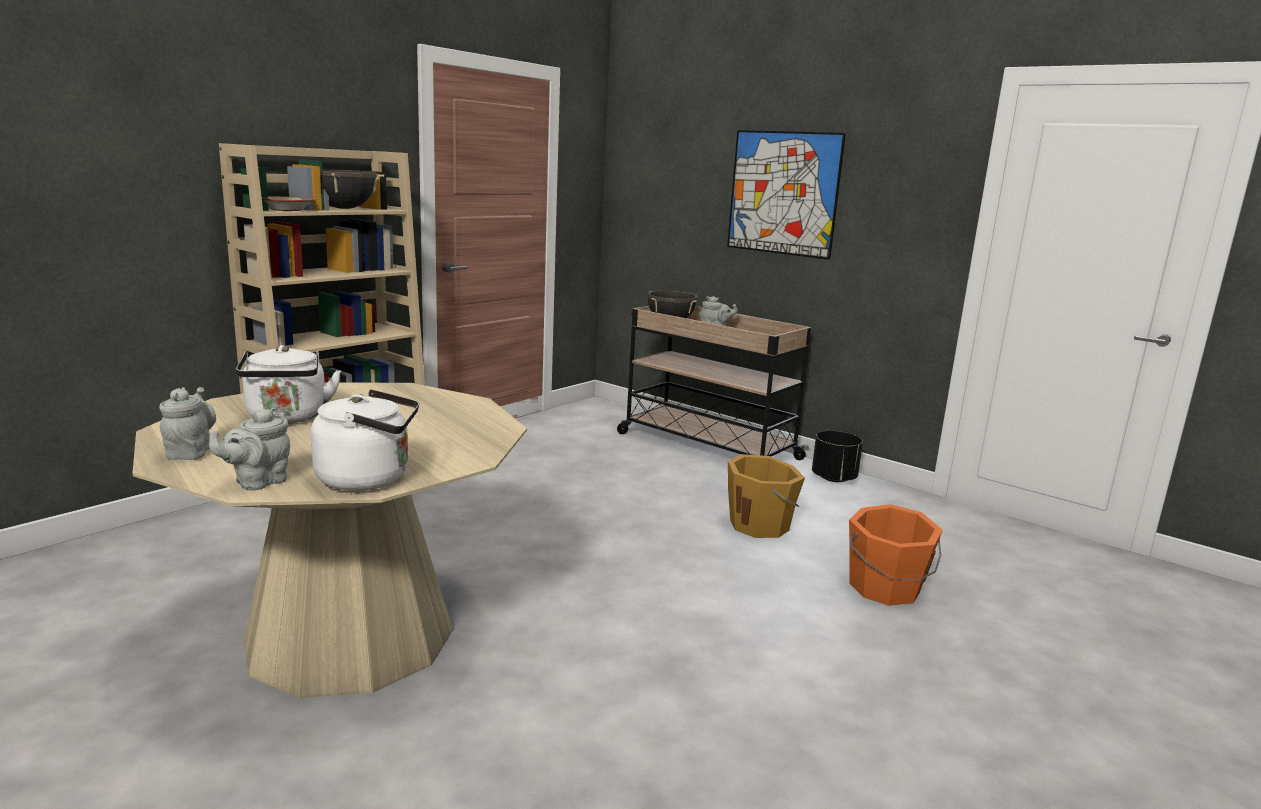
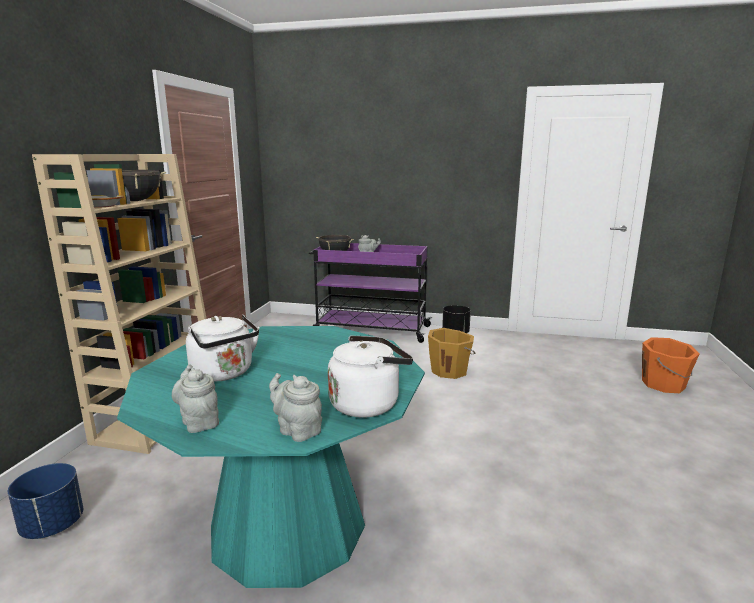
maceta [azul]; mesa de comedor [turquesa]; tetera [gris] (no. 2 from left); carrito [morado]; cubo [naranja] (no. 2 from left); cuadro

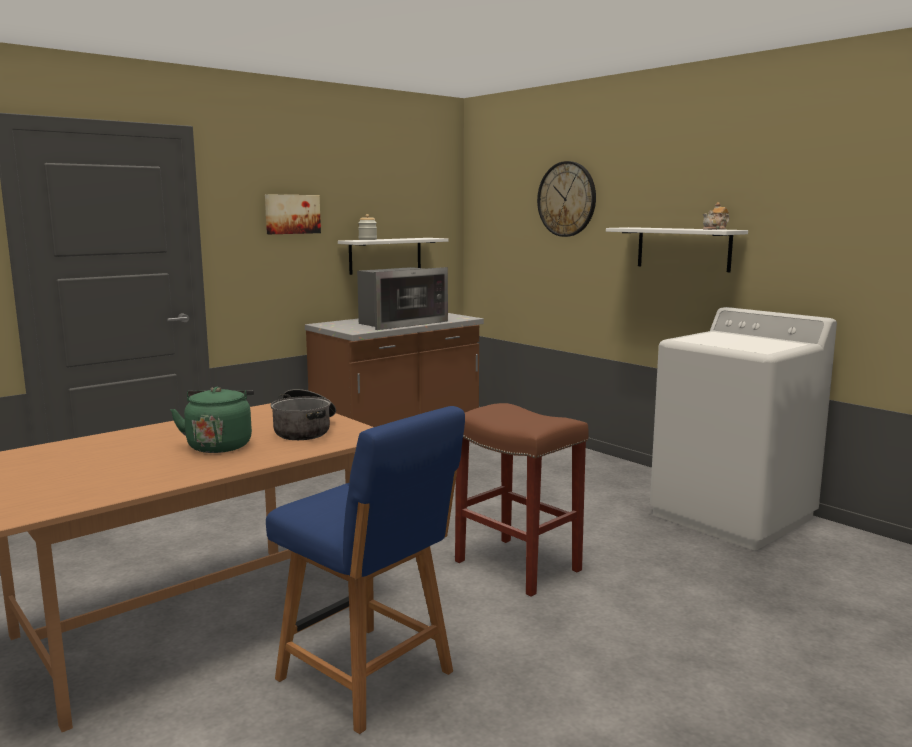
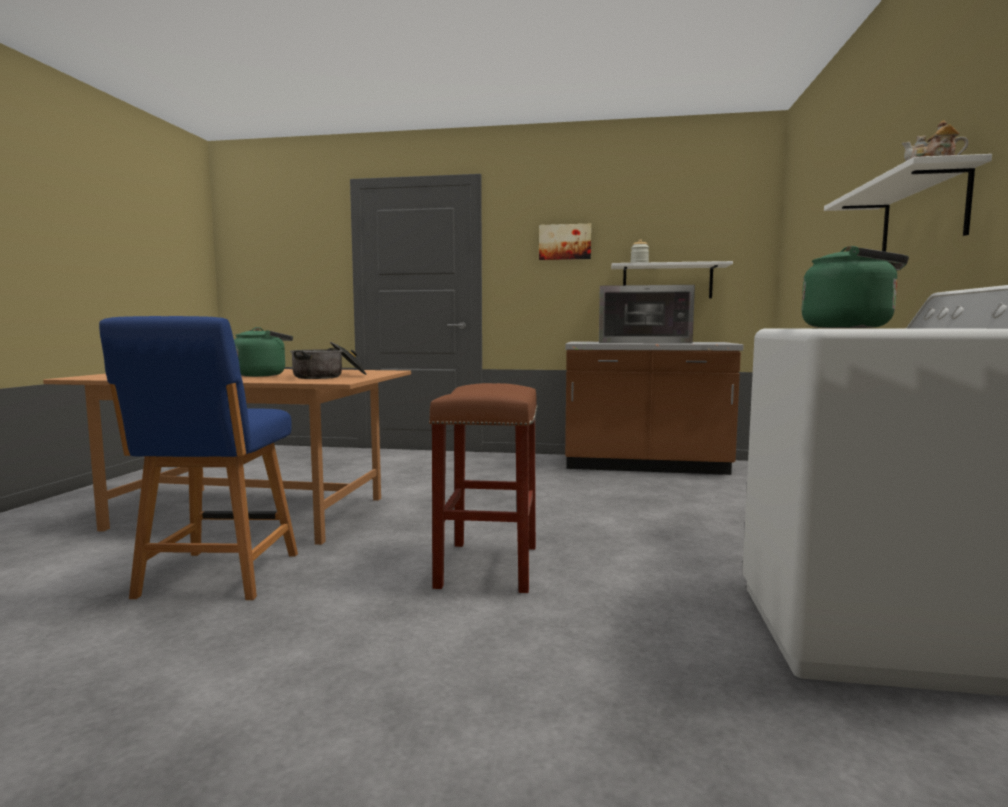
hervidor [verde] (no. 2 from left); reloj de pared

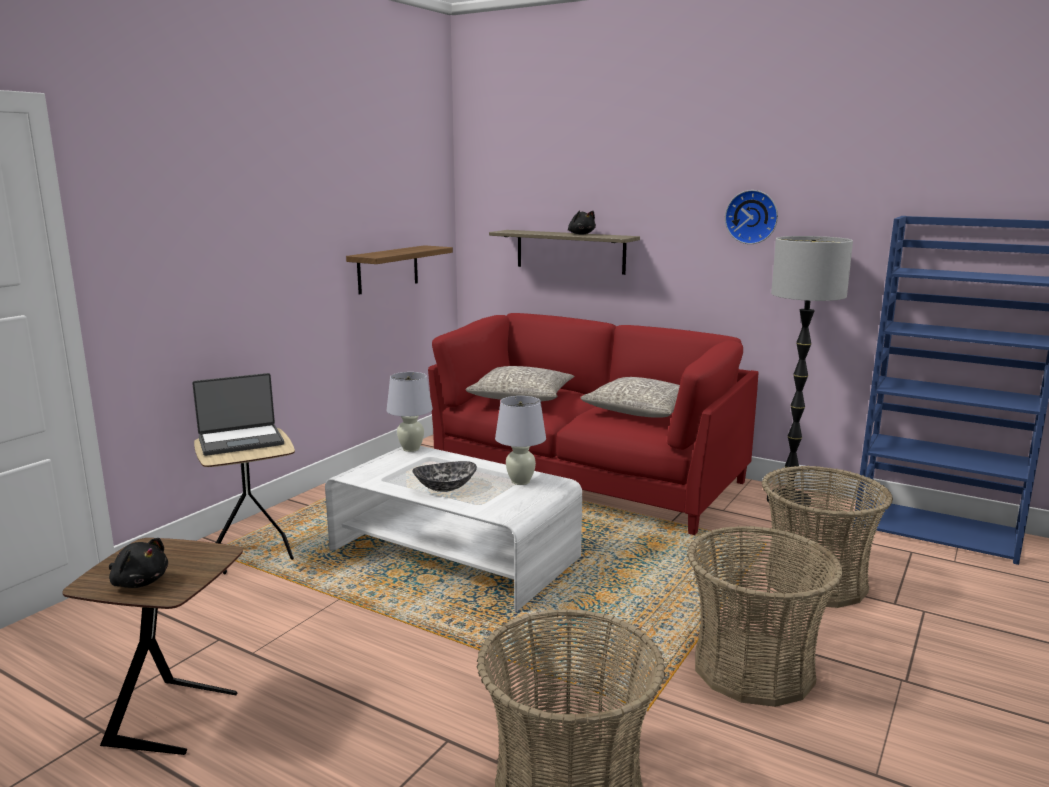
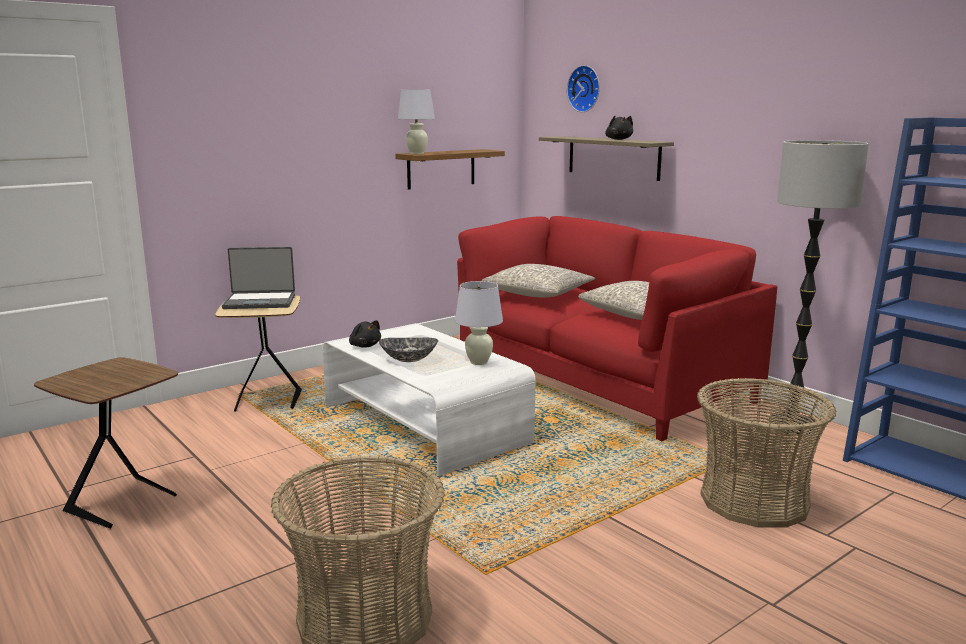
peluche [negro] (no. 1 from left); lámpara de mesa [blanco] (no. 1 from left); reloj de pared; cesta (no. 2 from left in the first image)

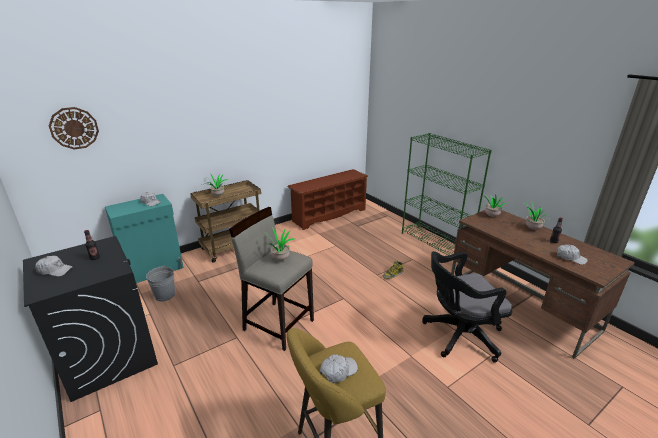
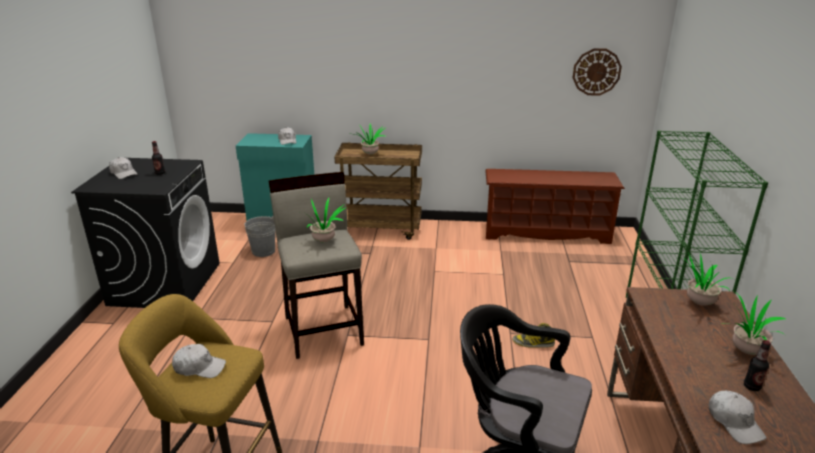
reloj de pared

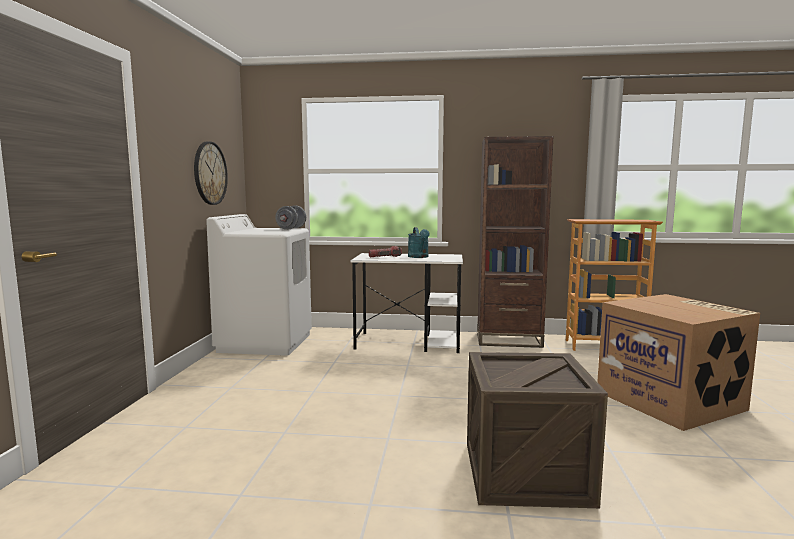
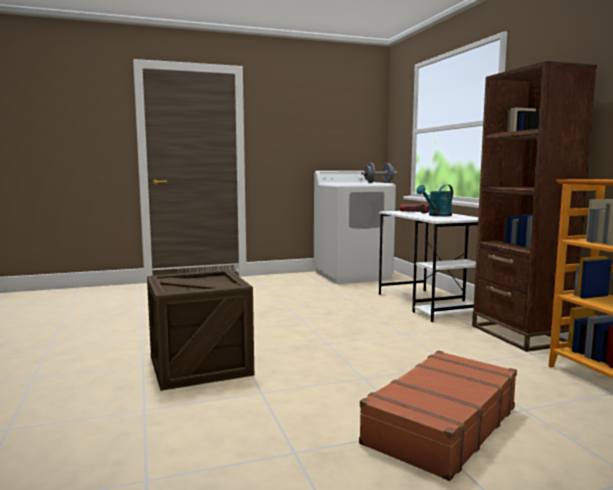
maleta [marrón]; reloj de pared

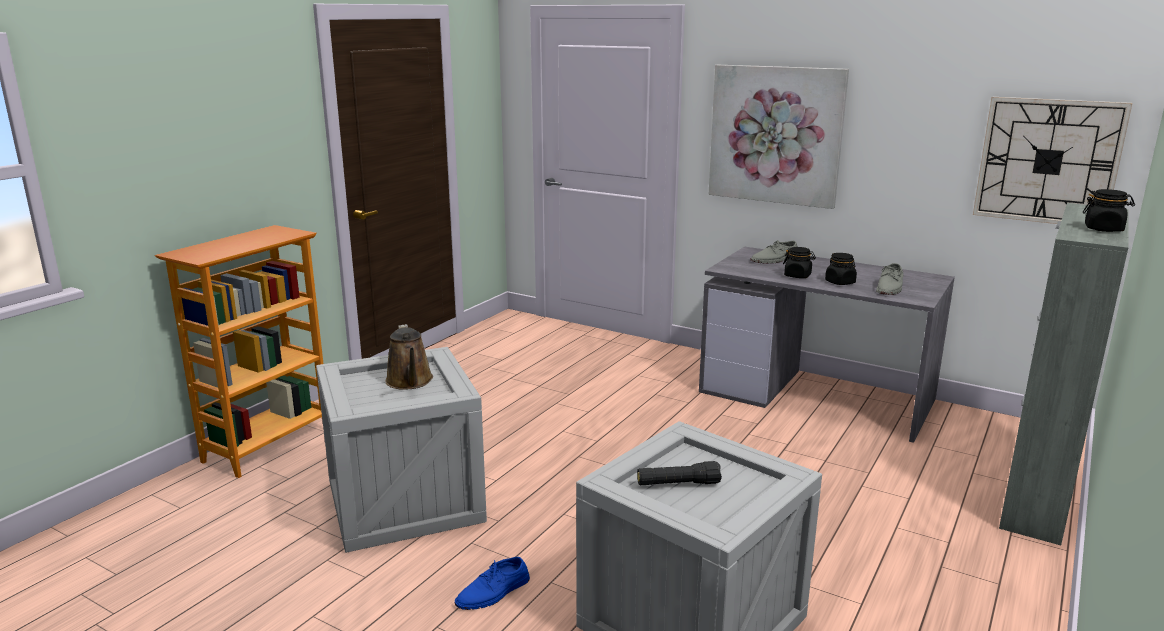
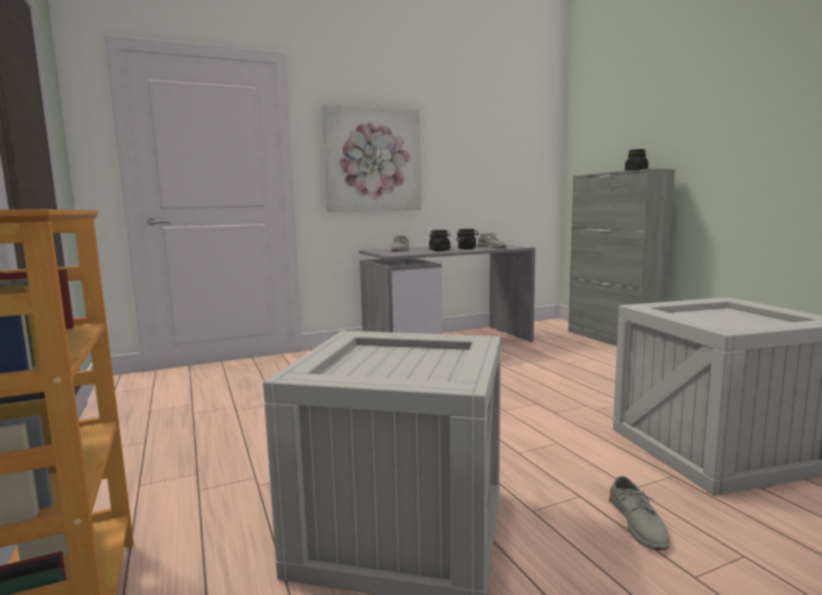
zapato [gris] (no. 3 from left); regadera [marrón]; linterna [negro]; reloj de pared

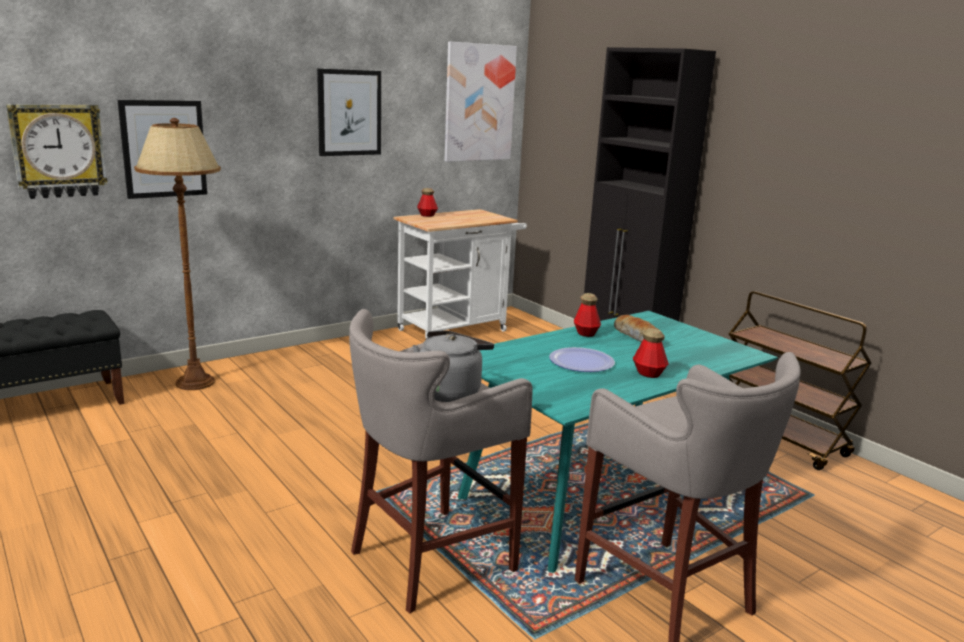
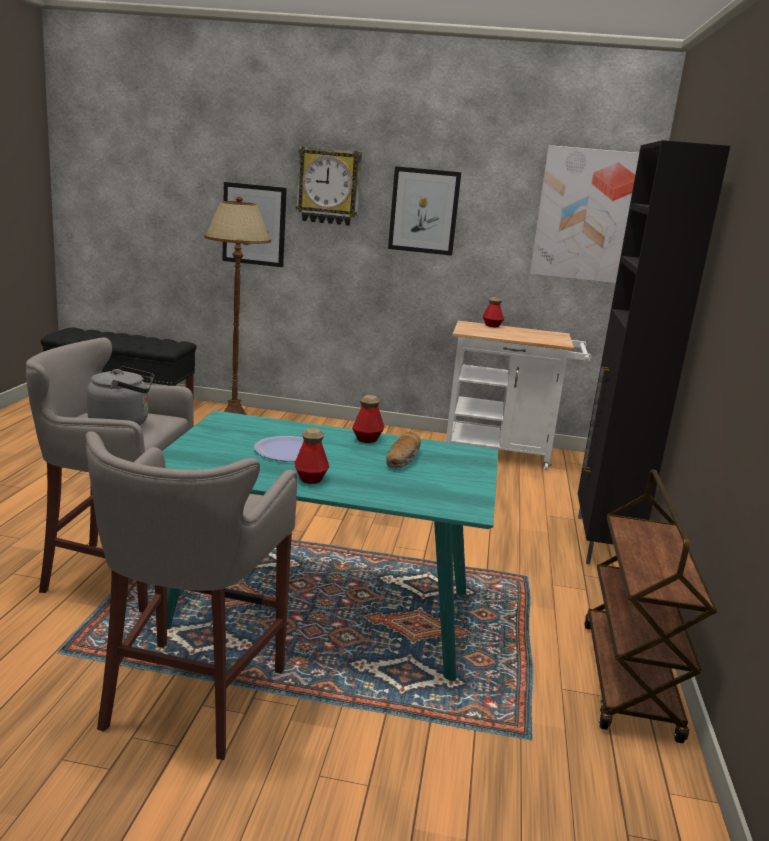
reloj de pared

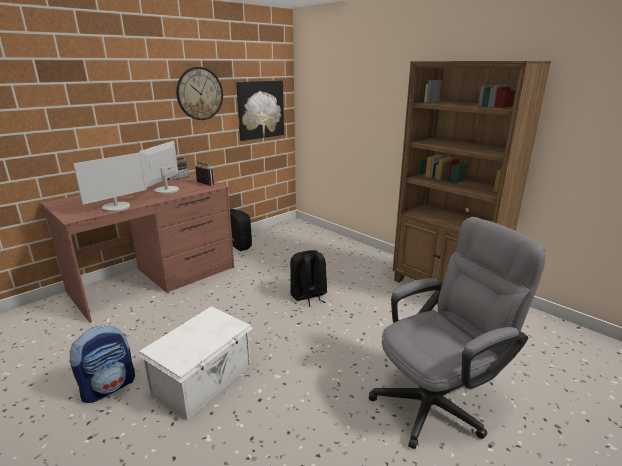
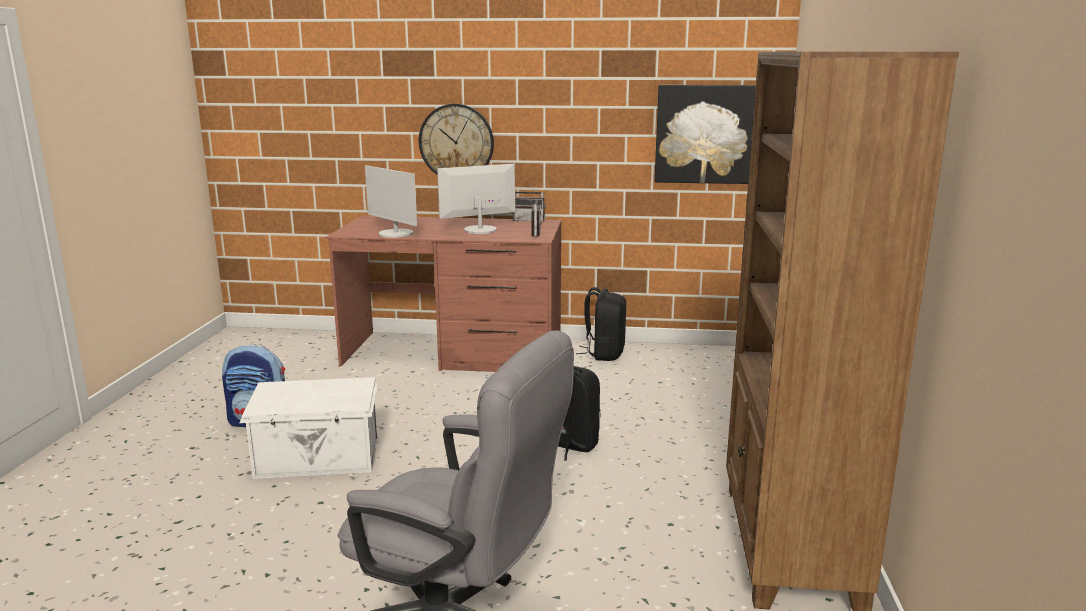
monitor (no. 1 from left); reloj de pared

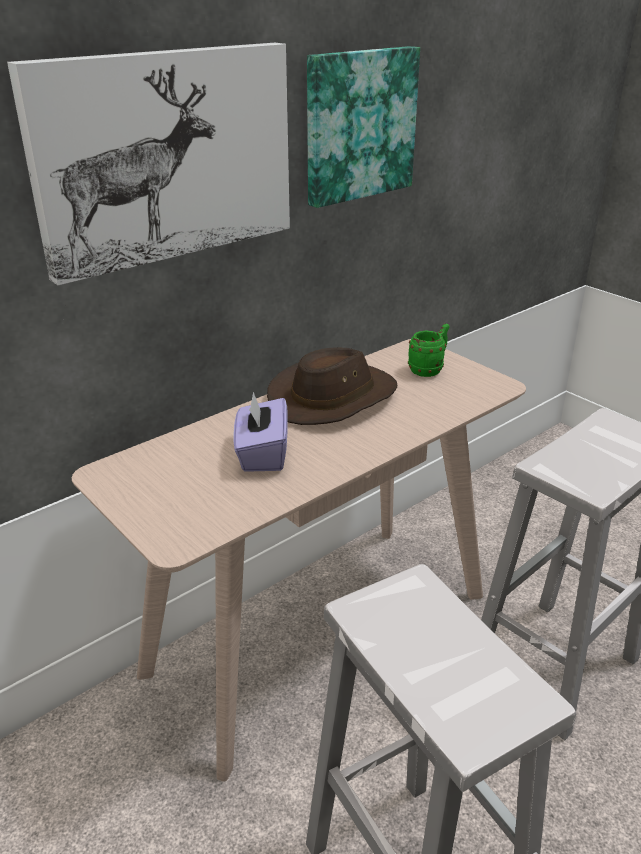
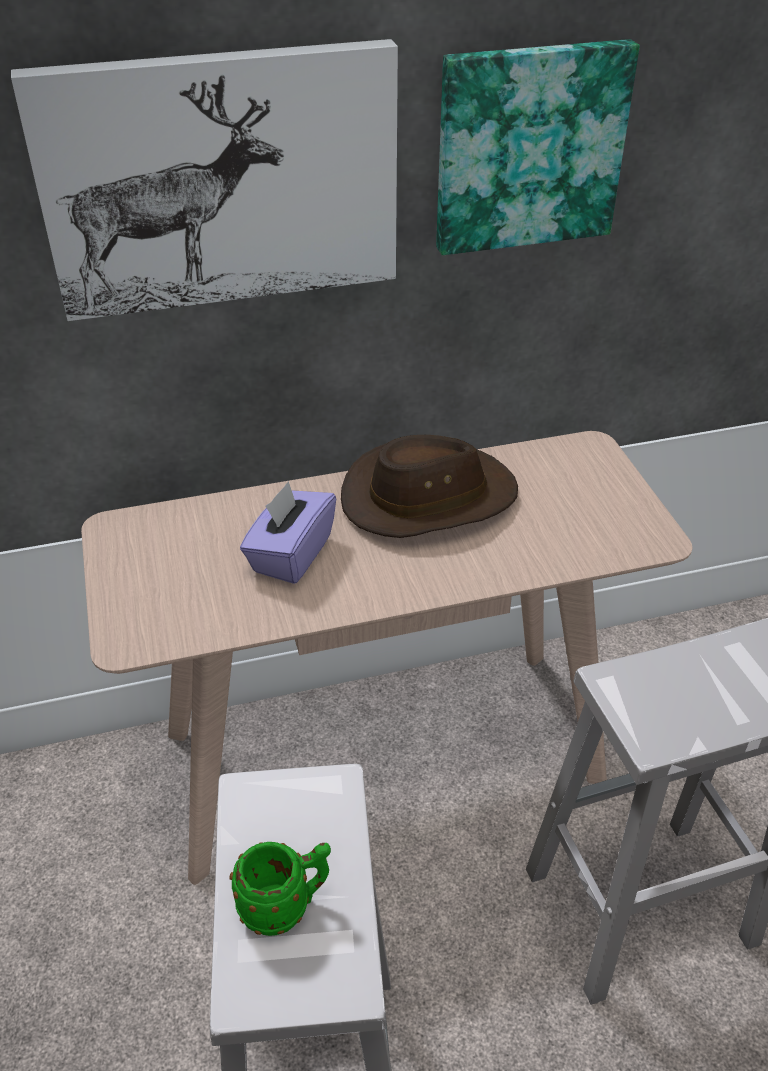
taza grande [verde]

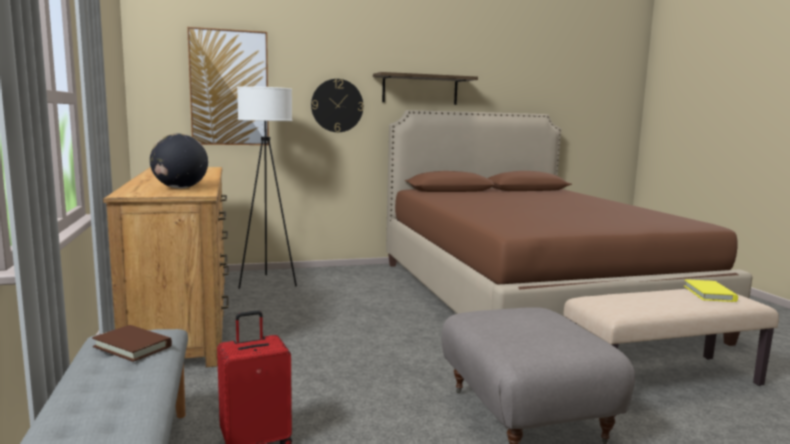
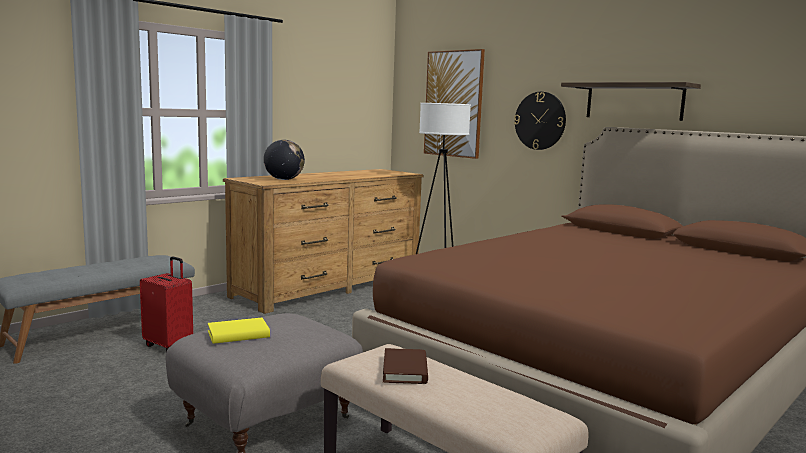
libro [amarillo]; libro [marrón]

